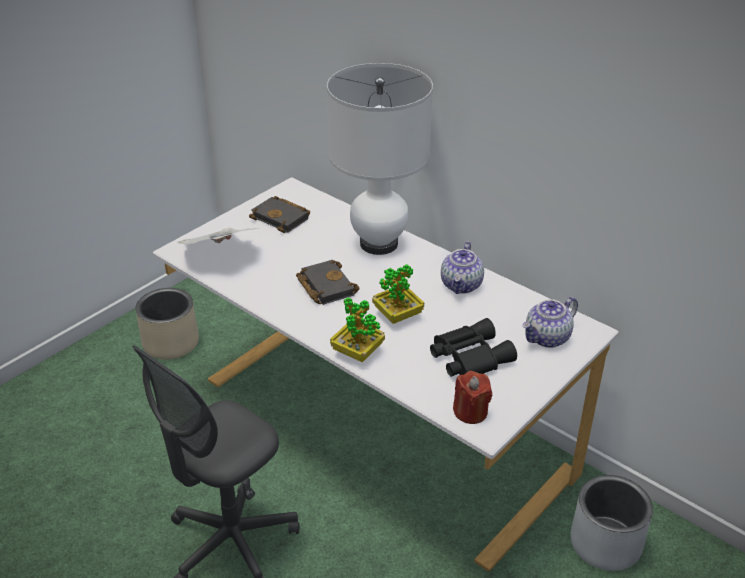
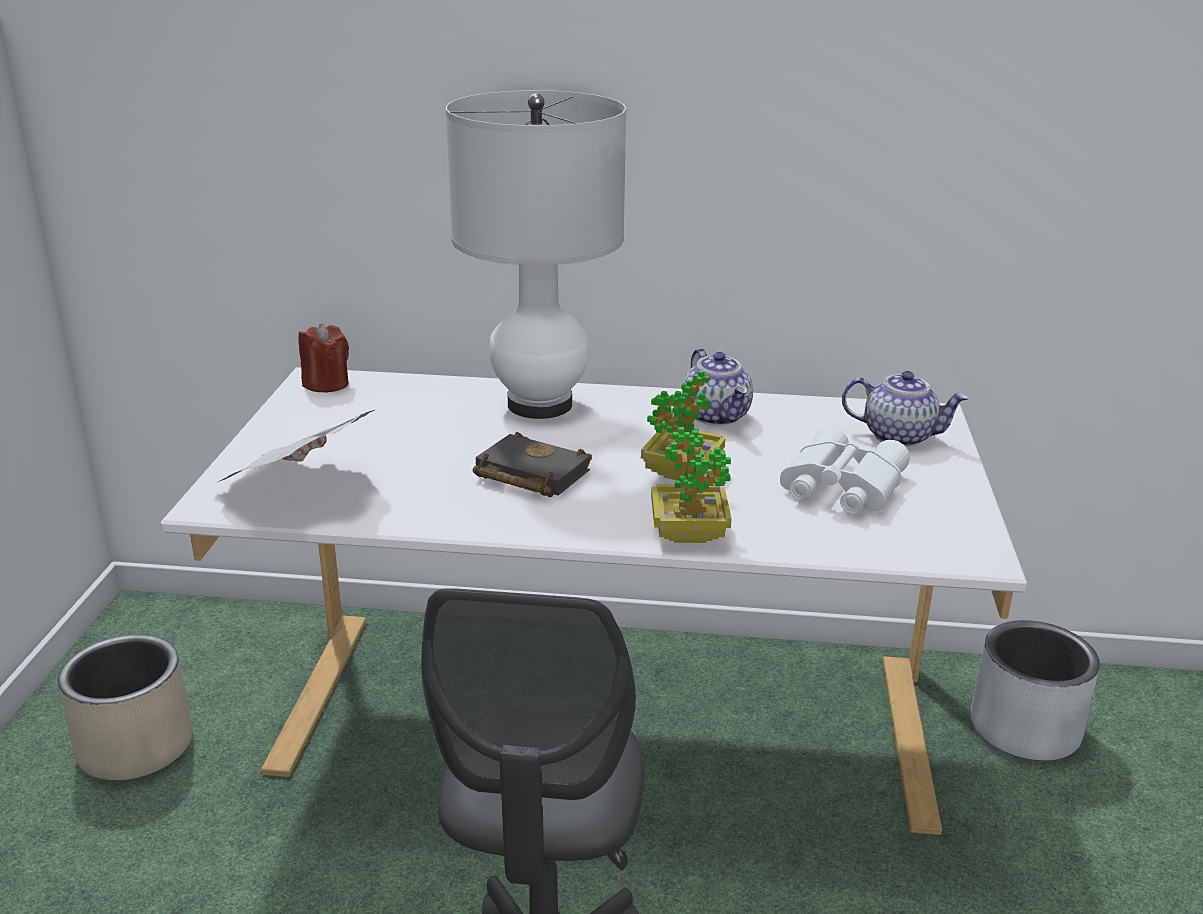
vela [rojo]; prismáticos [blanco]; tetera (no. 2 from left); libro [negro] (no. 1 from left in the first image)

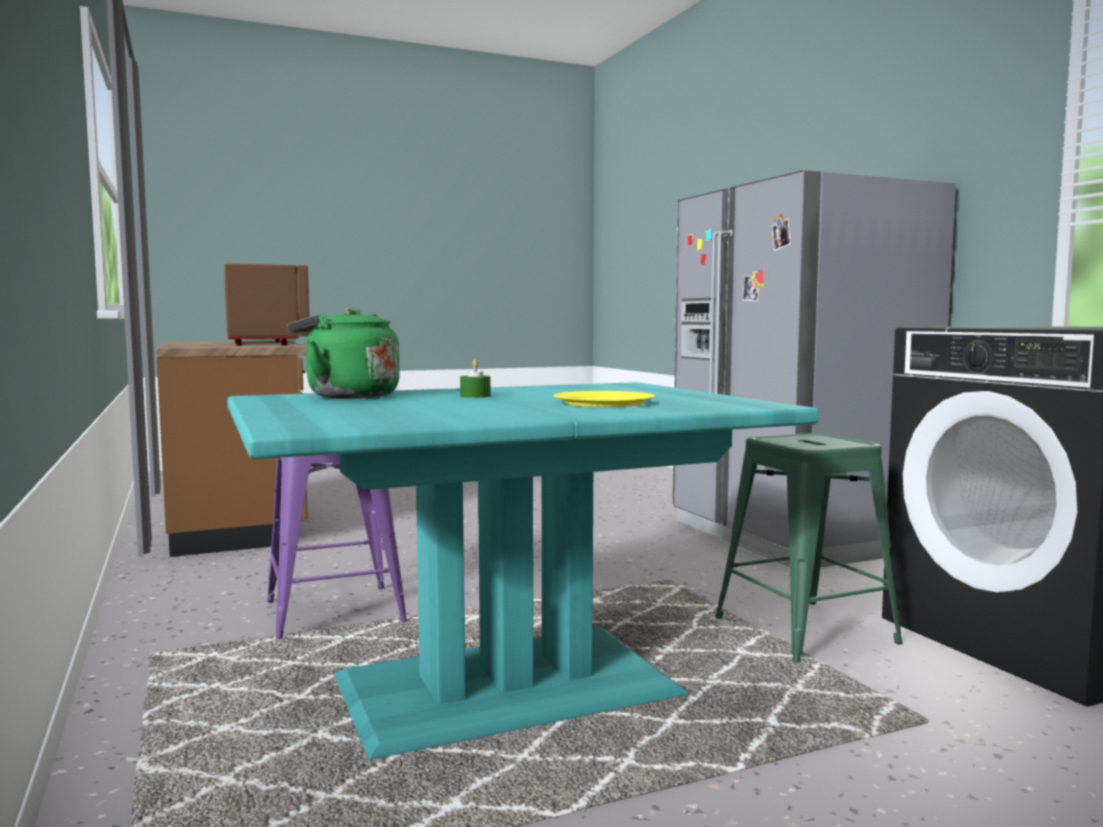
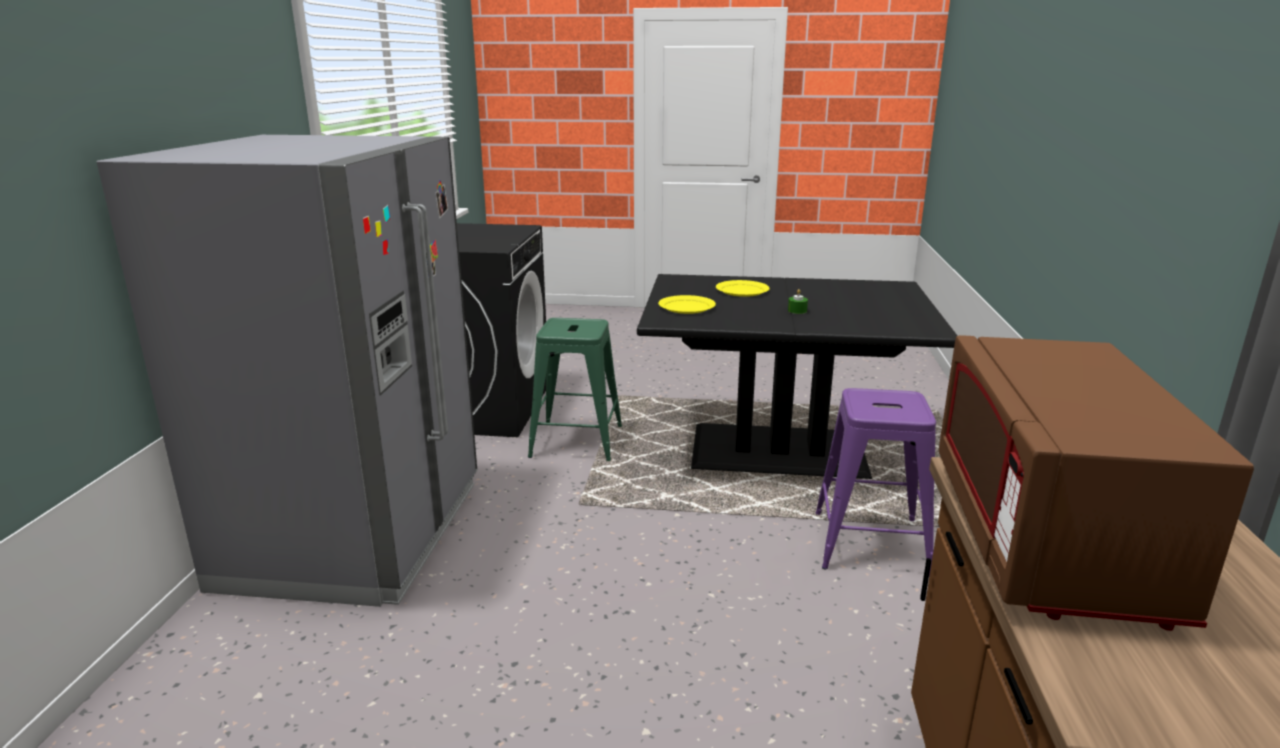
mesa de comedor [negro]; plato [amarillo] (no. 1 from left); hervidor [verde]

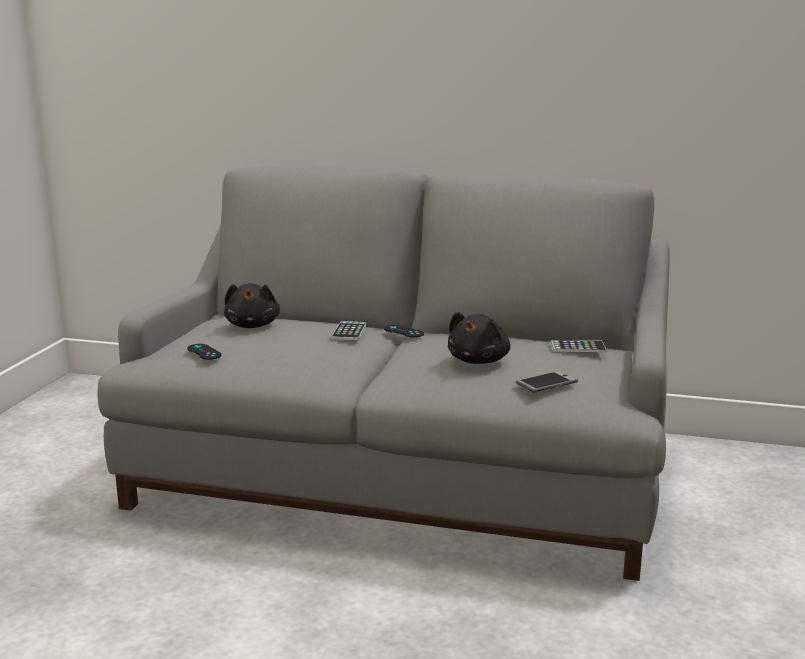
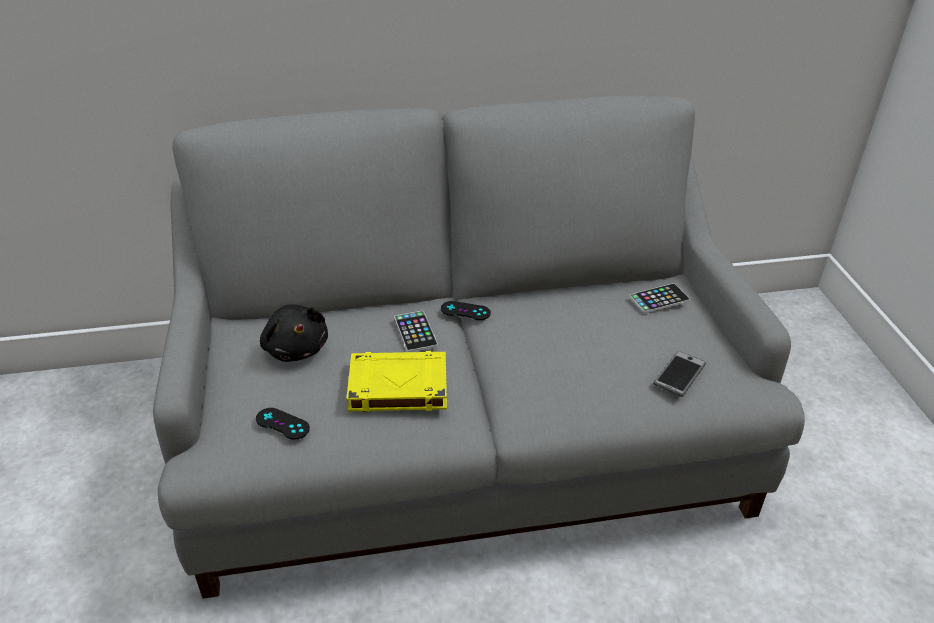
libro [amarillo]; peluche [negro] (no. 2 from left in the first image)

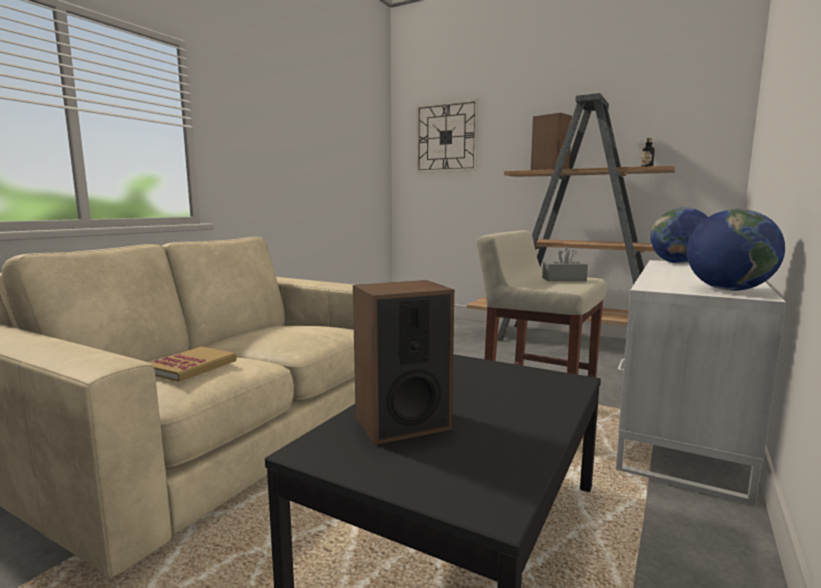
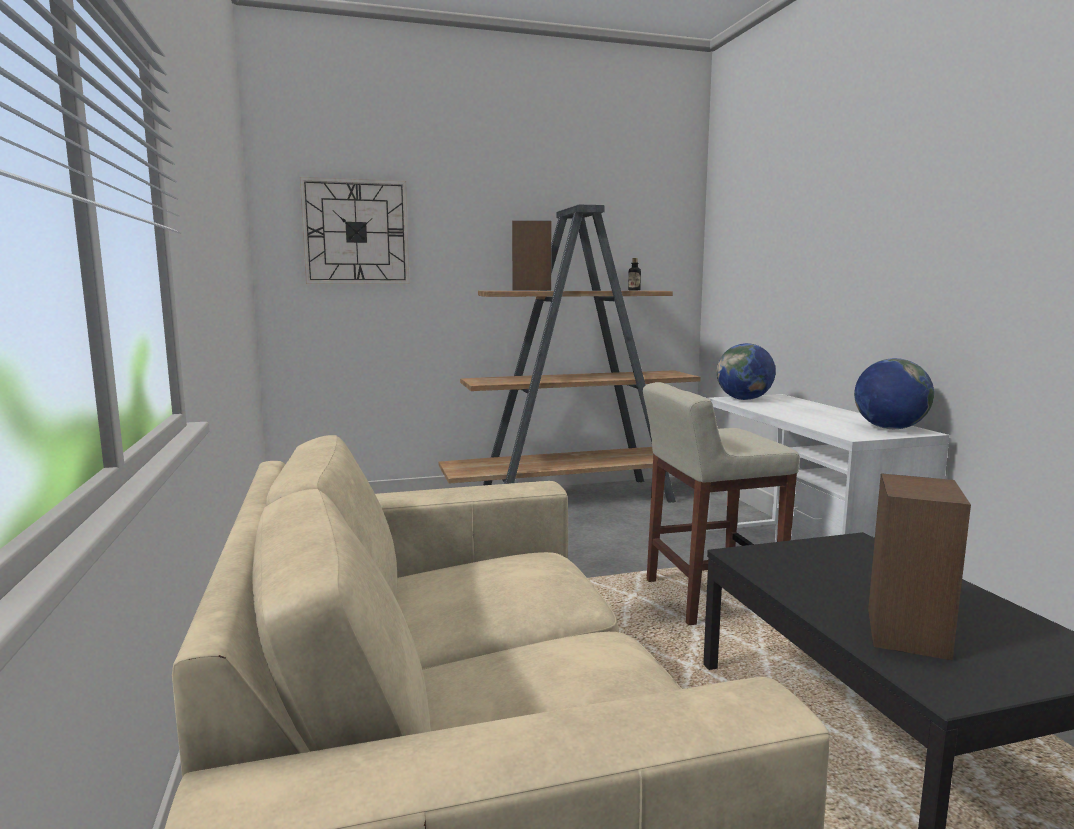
libro; caja de pañuelos [gris]

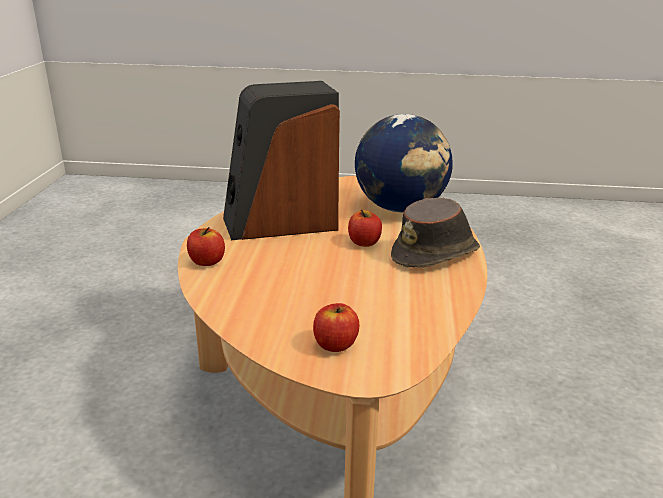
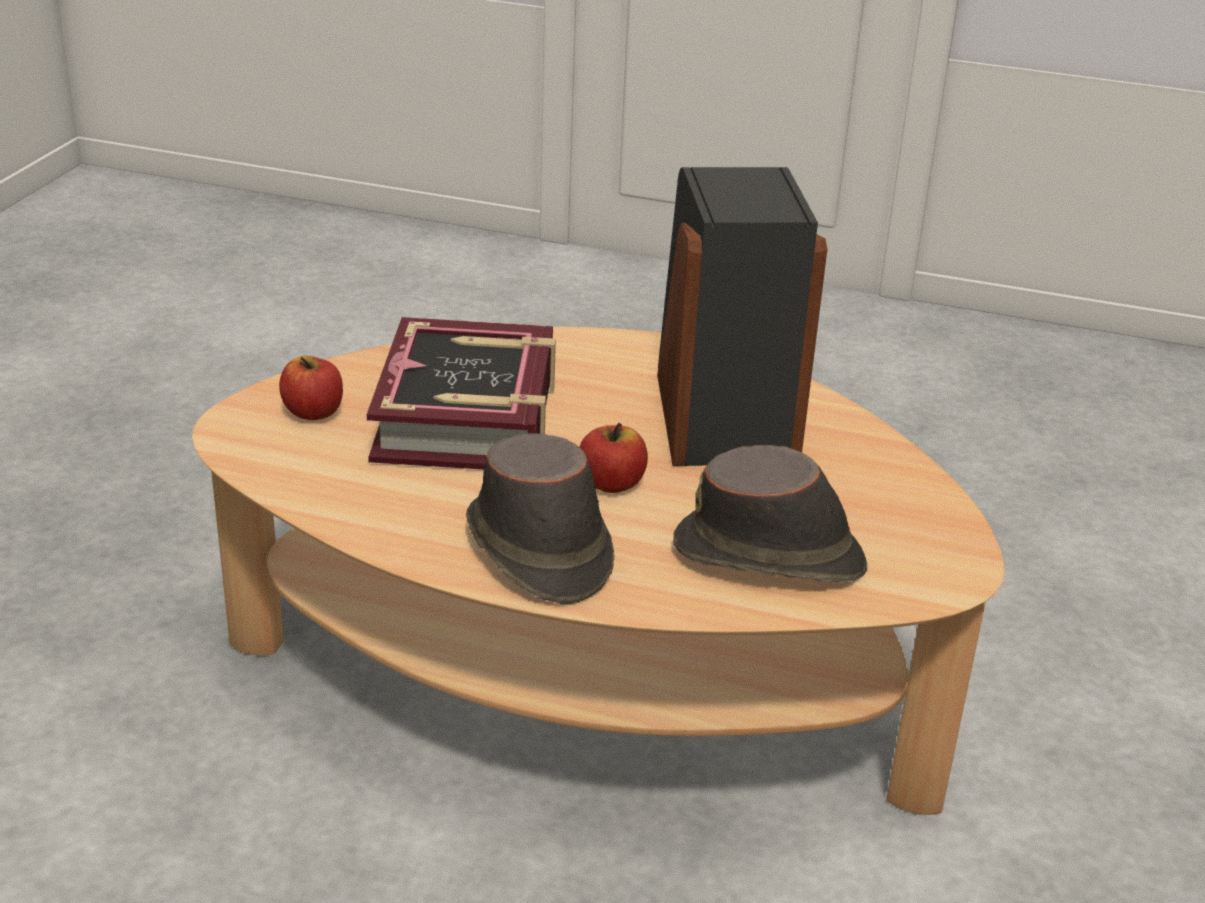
libro; sombrero [marrón] (no. 2 from left); manzana (no. 1 from left in the first image)

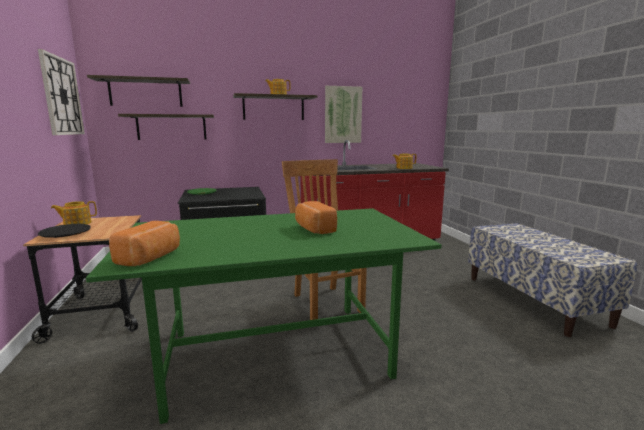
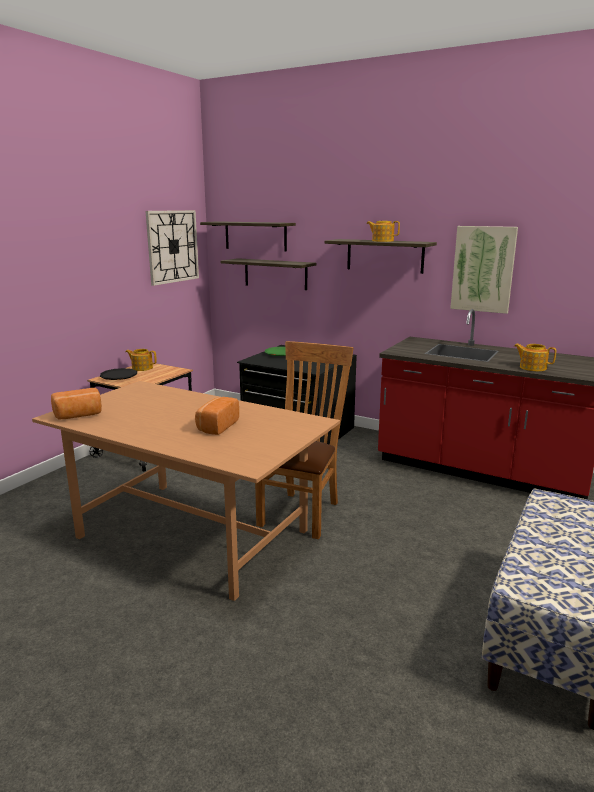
mesa de comedor [marrón]

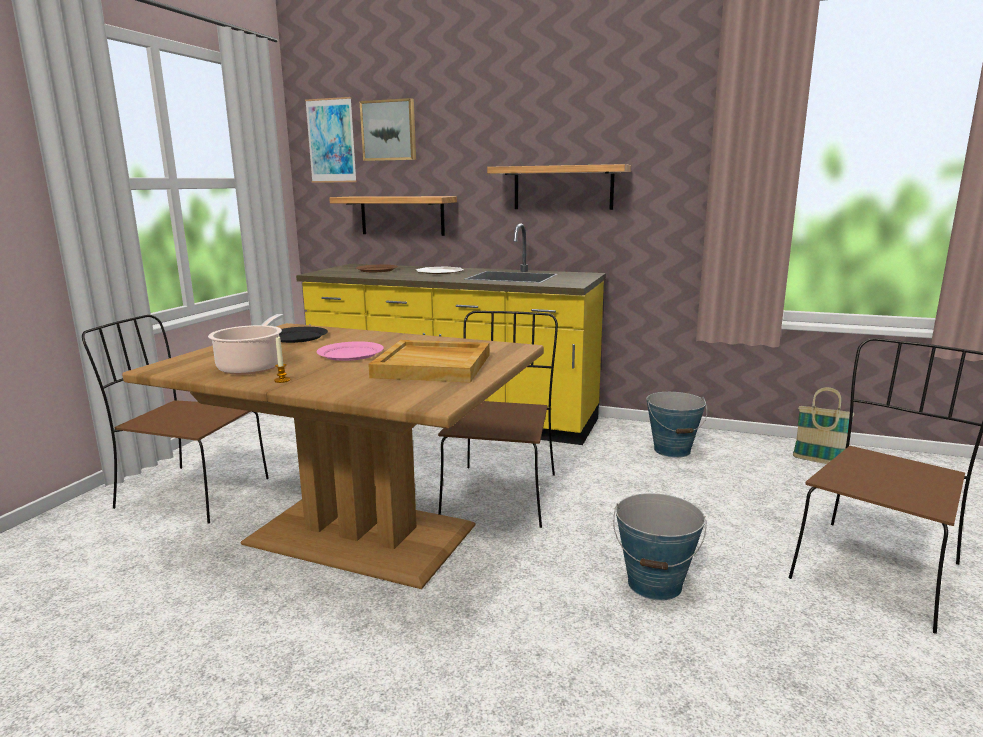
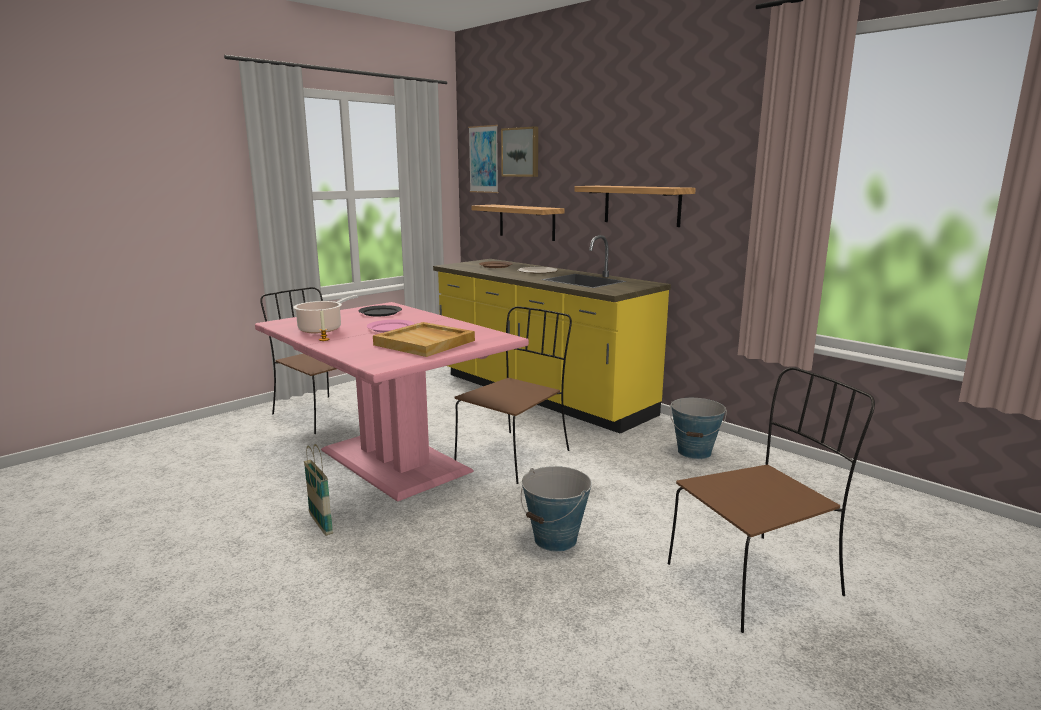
mesa de comedor [rosa]; cesta

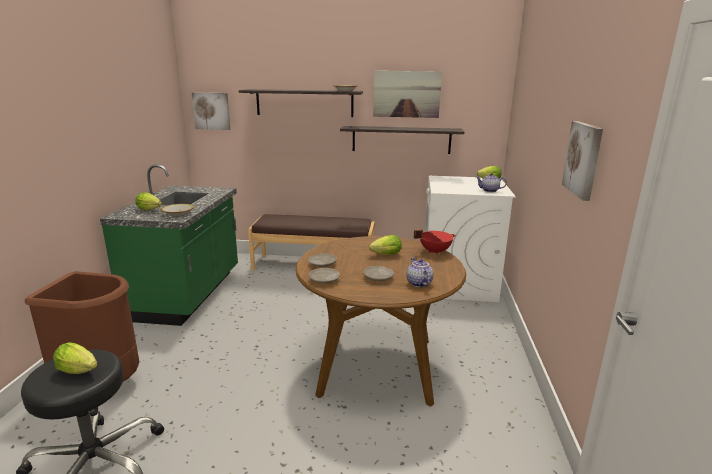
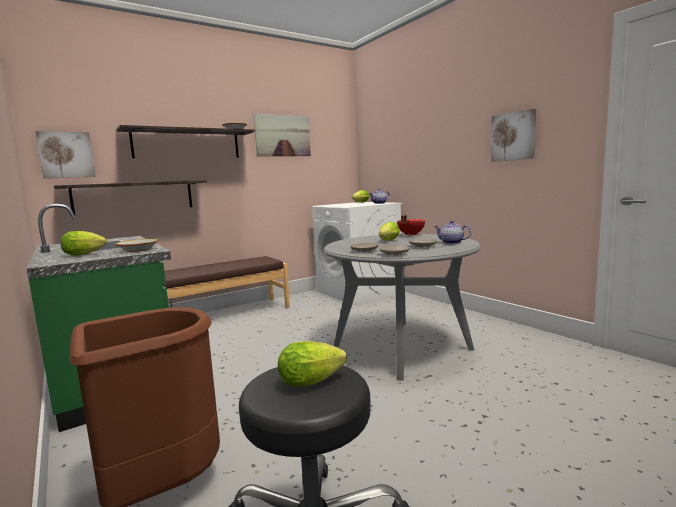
estante (no. 1 from left); mesa de comedor [gris]

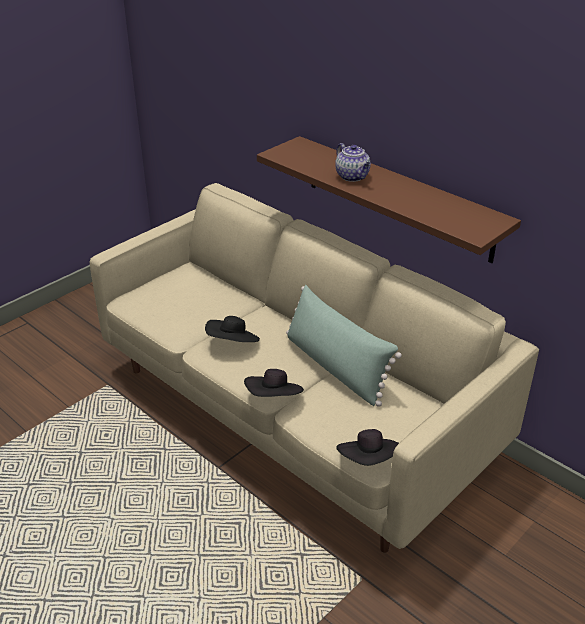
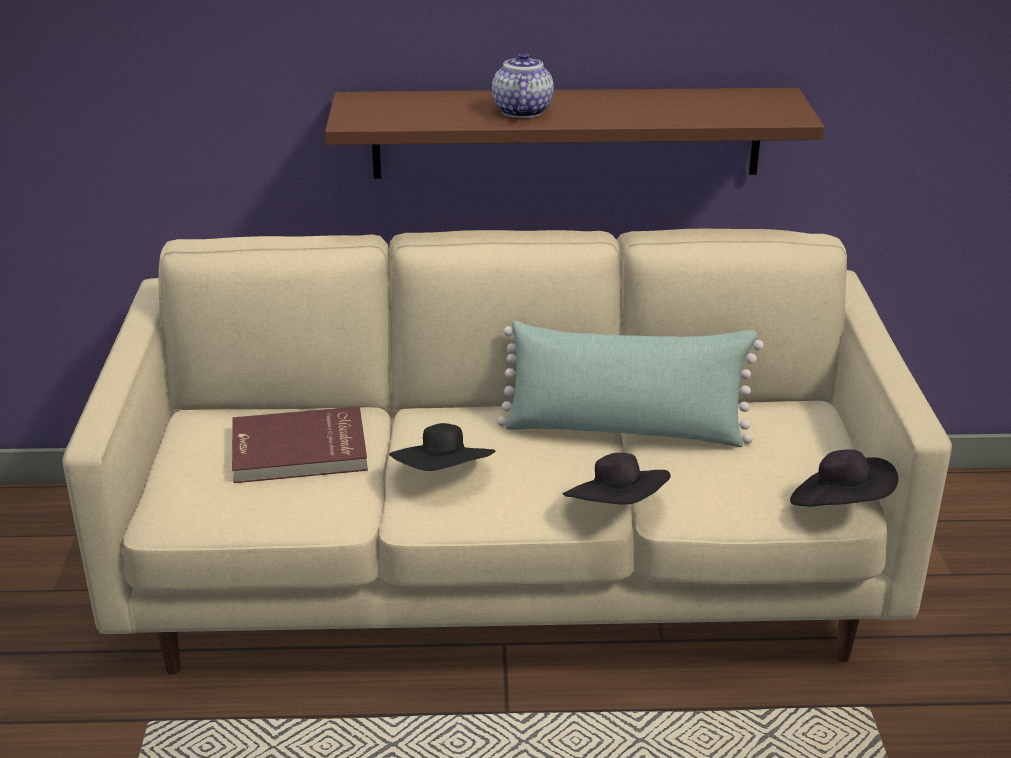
libro [rojo]; tetera

